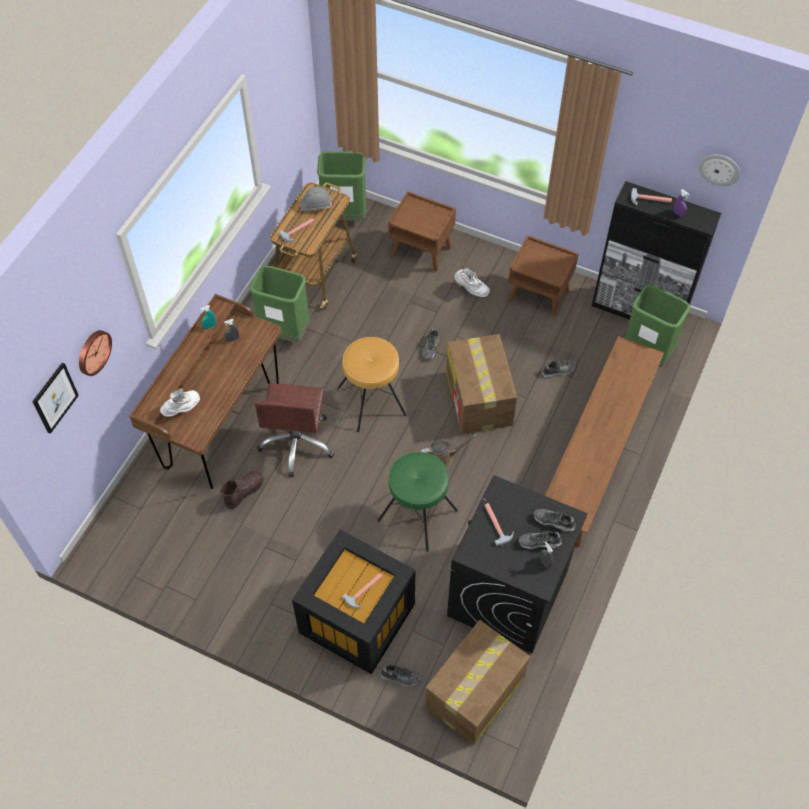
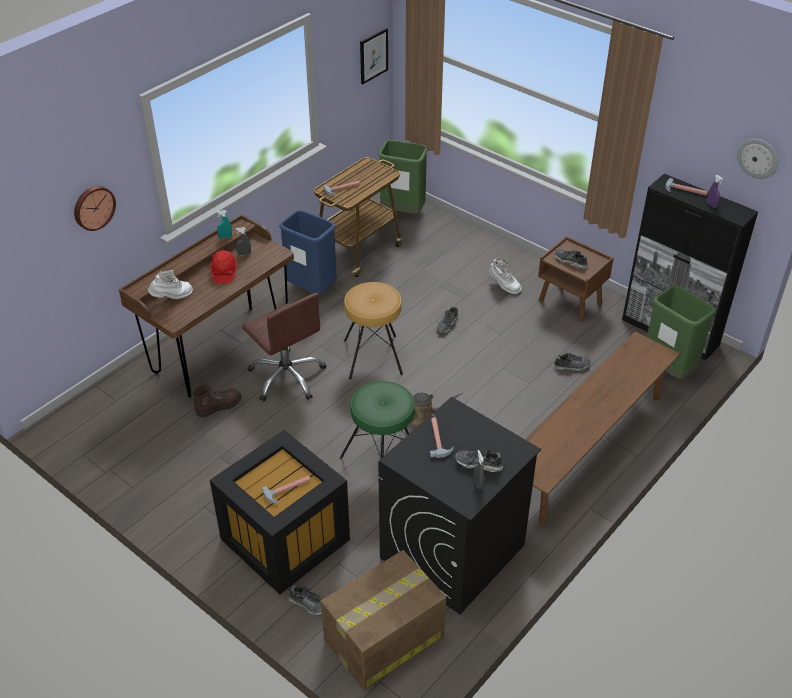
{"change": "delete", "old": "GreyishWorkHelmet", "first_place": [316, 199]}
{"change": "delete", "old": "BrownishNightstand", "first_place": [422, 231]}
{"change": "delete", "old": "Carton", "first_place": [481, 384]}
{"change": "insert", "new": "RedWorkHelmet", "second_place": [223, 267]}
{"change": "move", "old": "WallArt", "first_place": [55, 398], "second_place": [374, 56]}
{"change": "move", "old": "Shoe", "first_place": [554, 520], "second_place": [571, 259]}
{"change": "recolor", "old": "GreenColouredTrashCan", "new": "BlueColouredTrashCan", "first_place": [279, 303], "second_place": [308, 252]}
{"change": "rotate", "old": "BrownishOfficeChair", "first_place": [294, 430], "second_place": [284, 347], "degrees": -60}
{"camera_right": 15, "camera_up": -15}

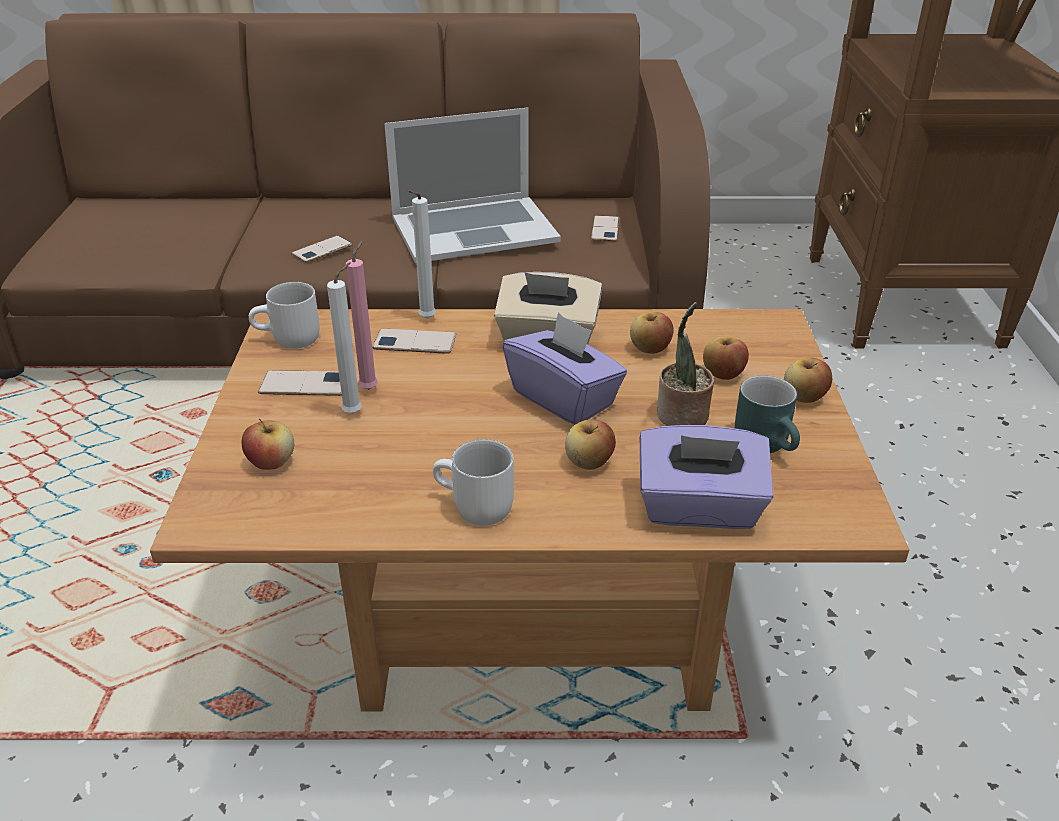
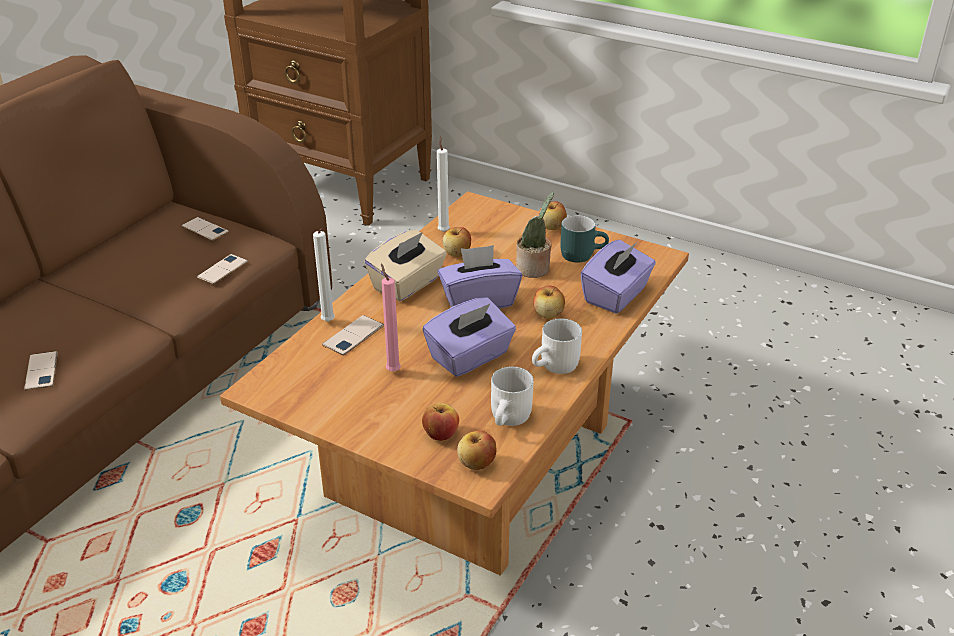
{"change": "delete", "old": "PortableComputer", "first_place": [472, 185]}
{"change": "insert", "new": "PurpleColouredBoxOfTissues", "second_place": [469, 337]}
{"change": "move", "old": "WhiteColouredMug", "first_place": [284, 315], "second_place": [512, 396]}
{"change": "move", "old": "Telephone", "first_place": [300, 383], "second_place": [222, 269]}
{"change": "move", "old": "WhiteColouredCandle", "first_place": [344, 338], "second_place": [443, 184]}
{"change": "move", "old": "WholeApple", "first_place": [726, 358], "second_place": [477, 450]}
{"camera_right": -60, "camera_up": 0}

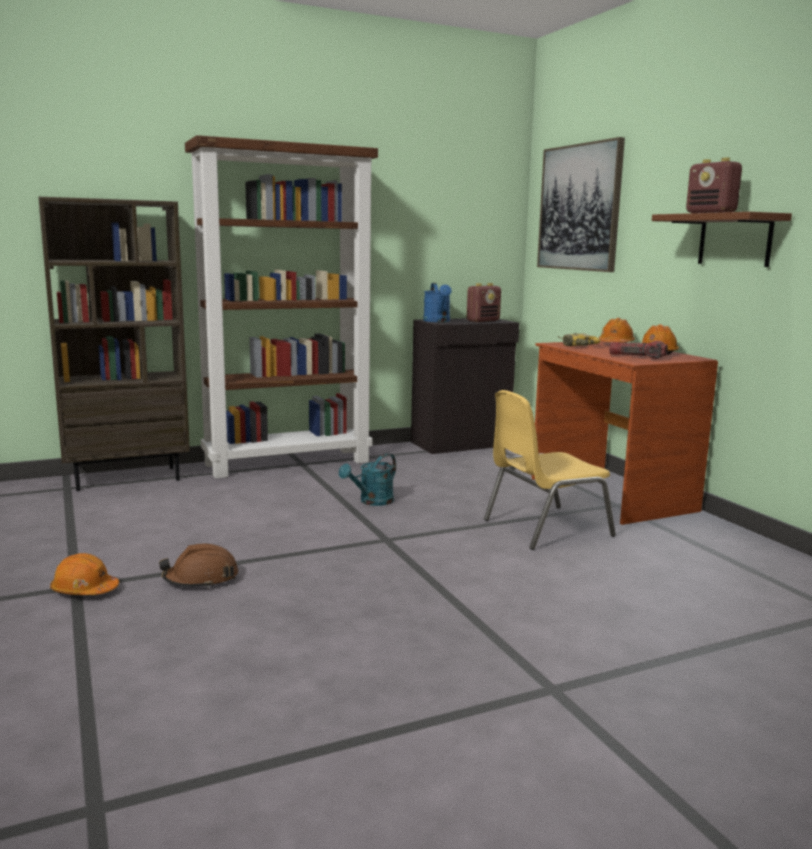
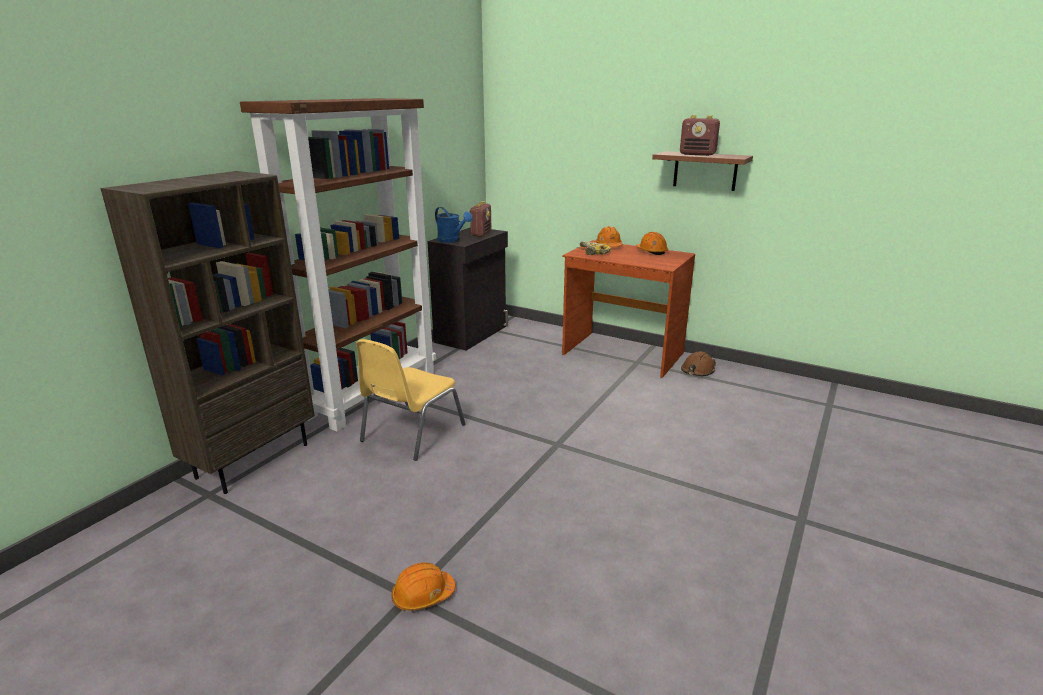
{"change": "delete", "old": "TurquoiseColouredWateringCan", "first_place": [367, 479]}
{"change": "delete", "old": "WallArt", "first_place": [581, 204]}
{"change": "delete", "old": "Flashlight", "first_place": [638, 350]}
{"change": "move", "old": "BrownishWorkHelmet", "first_place": [198, 566], "second_place": [698, 363]}
{"change": "move", "old": "YellowColouredUprightChair", "first_place": [550, 470], "second_place": [410, 400]}
{"camera_right": -35, "camera_up": 10}

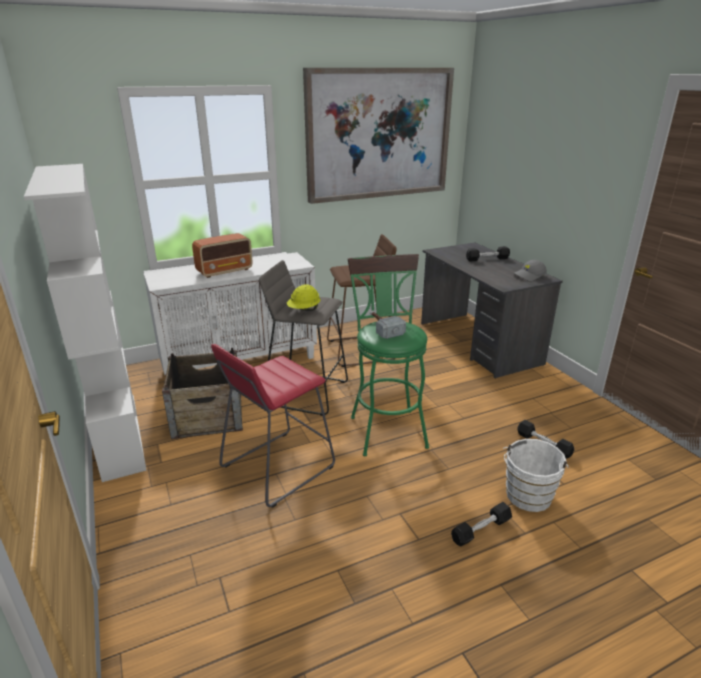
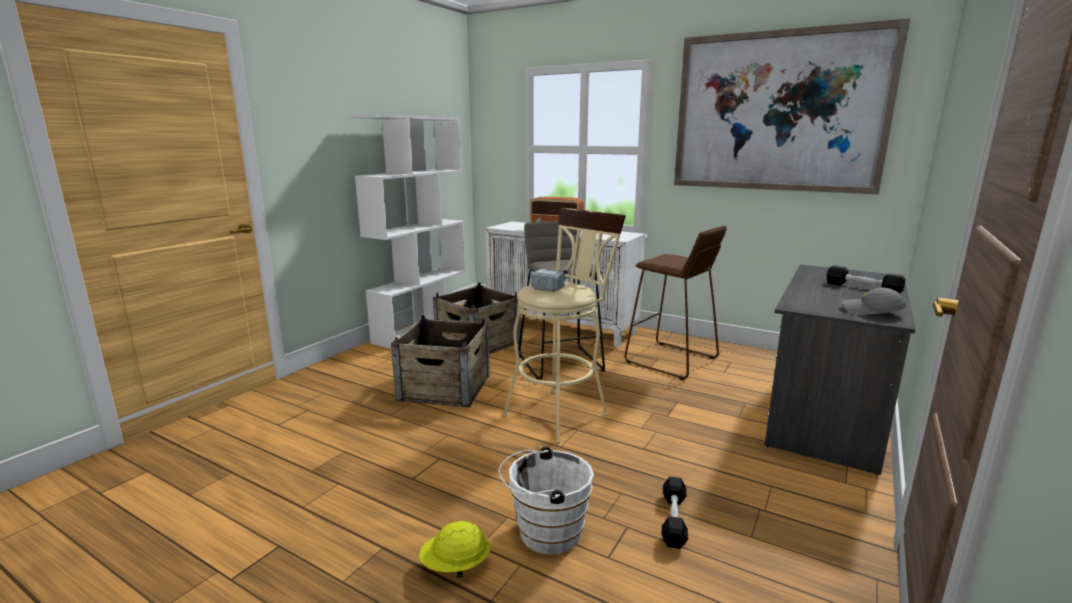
{"change": "delete", "old": "BlackFreeWeight", "first_place": [481, 524]}
{"change": "move", "old": "YellowColouredWorkHelmet", "first_place": [304, 297], "second_place": [455, 549]}
{"change": "replace", "old": "RedStoolSeat", "new": "ShippingCrate", "first_place": [273, 426], "second_place": [440, 361]}
{"change": "recolor", "old": "GreenColouredStoolSeat", "new": "BeigeColouredStoolSeat", "first_place": [388, 355], "second_place": [564, 325]}
{"camera_right": 55, "camera_up": -10}

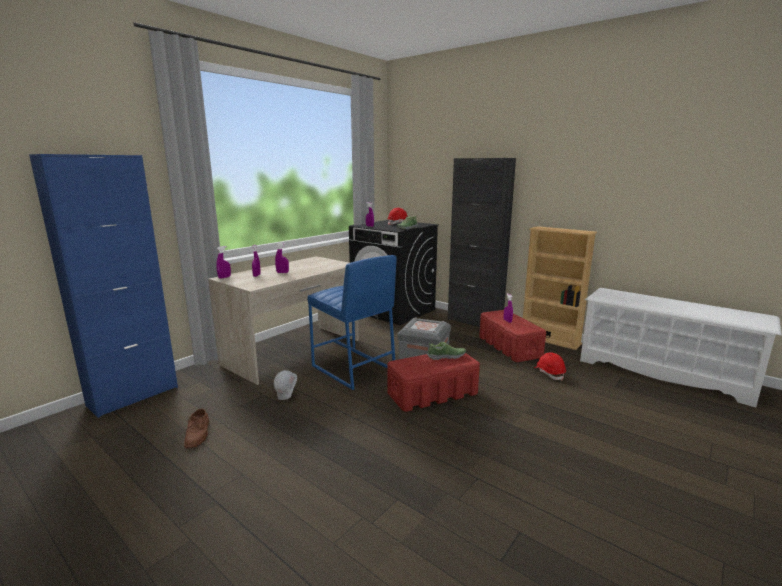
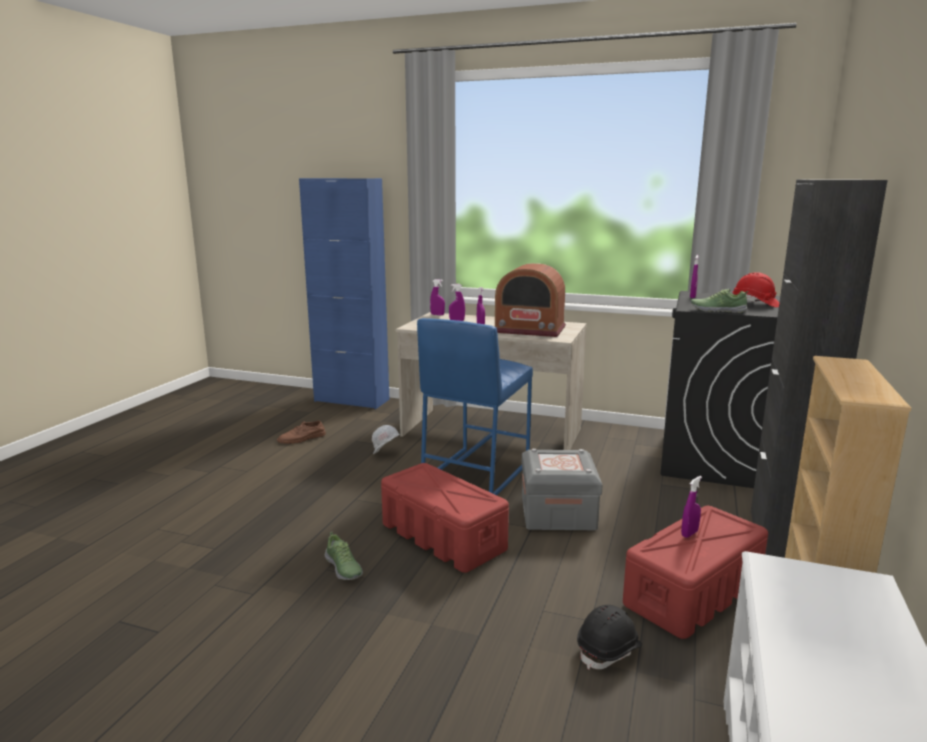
{"change": "insert", "new": "RadioReceiver", "second_place": [530, 300]}
{"change": "move", "old": "Shoe", "first_place": [446, 351], "second_place": [344, 556]}
{"change": "recolor", "old": "RedWorkHelmet", "new": "BlackWorkHelmet", "first_place": [550, 366], "second_place": [609, 637]}
{"camera_right": 70, "camera_up": 0}

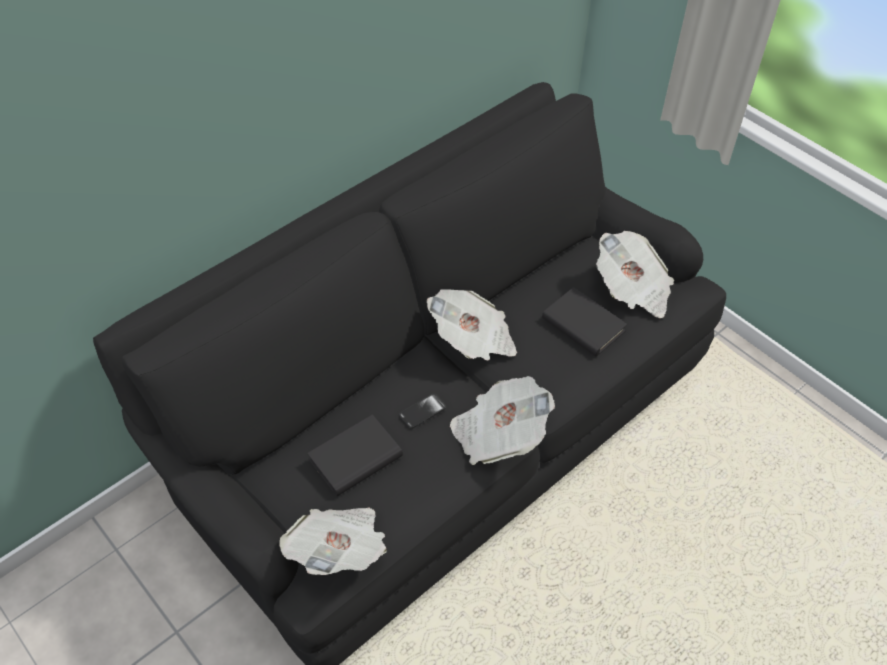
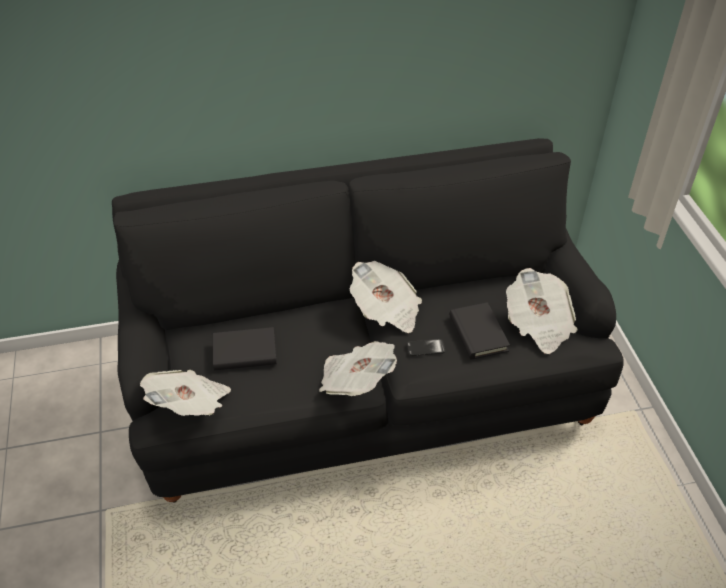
{"change": "move", "old": "Telephone", "first_place": [422, 411], "second_place": [426, 347]}
{"camera_right": 30, "camera_up": -5}

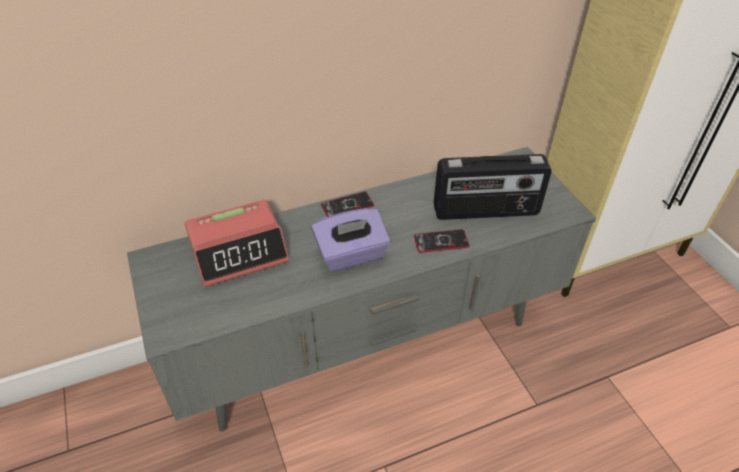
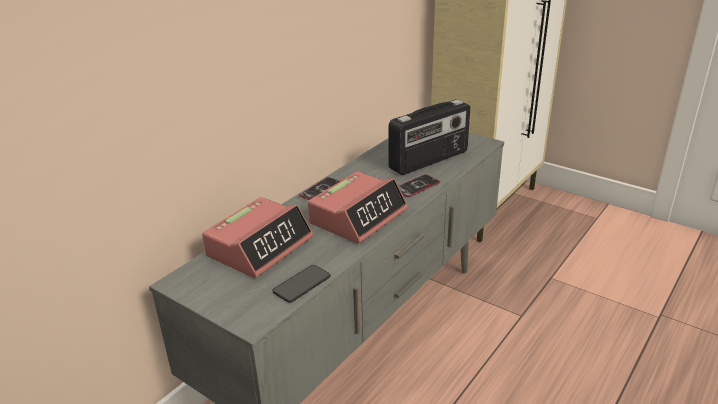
{"change": "insert", "new": "Telephone", "second_place": [301, 284]}
{"change": "replace", "old": "PurpleColouredBoxOfTissues", "new": "BedsideClock", "first_place": [350, 240], "second_place": [358, 207]}
{"camera_right": -30, "camera_up": -15}

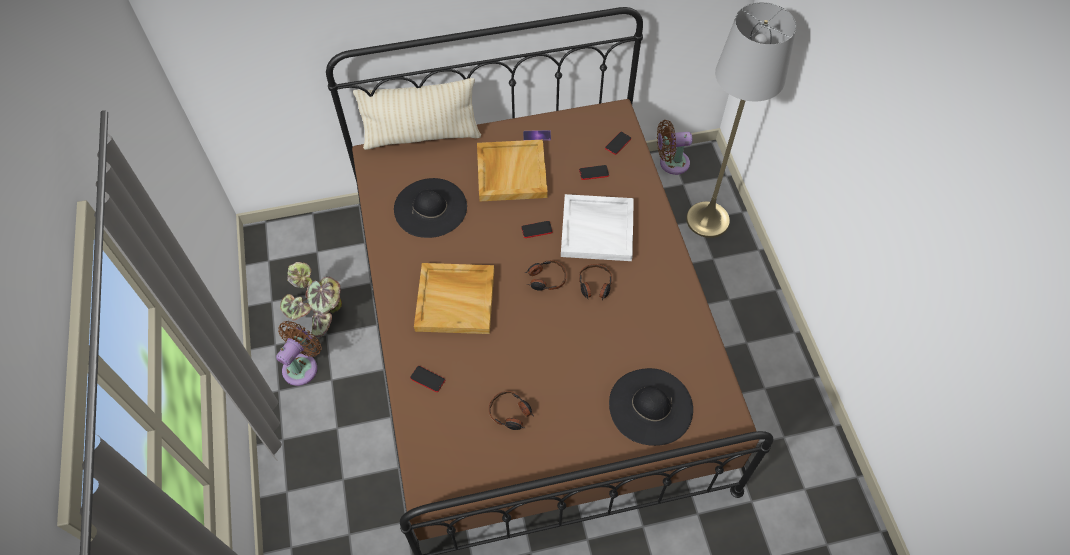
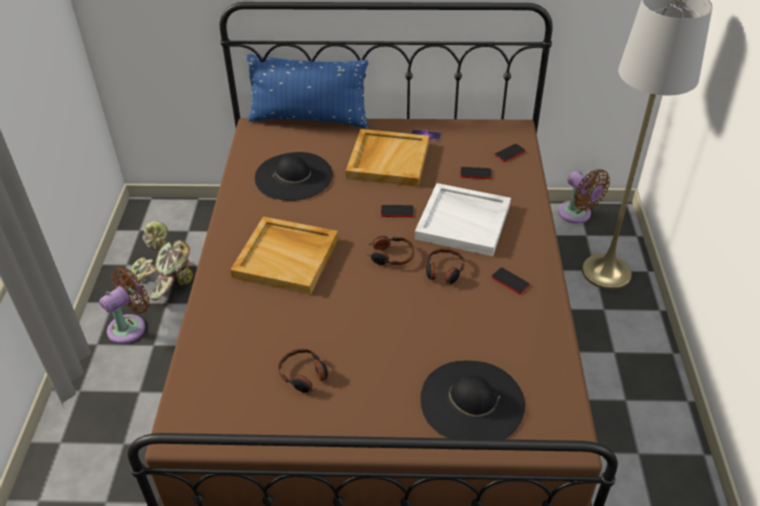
{"change": "move", "old": "Telephone", "first_place": [427, 379], "second_place": [510, 280]}
{"change": "recolor", "old": "BeigeColouredThrowPillow", "new": "BlueColouredThrowPillow", "first_place": [417, 114], "second_place": [307, 91]}
{"change": "rotate", "old": "BrownishFan", "first_place": [674, 147], "second_place": [584, 196], "degrees": -135}
{"camera_right": 15, "camera_up": -15}

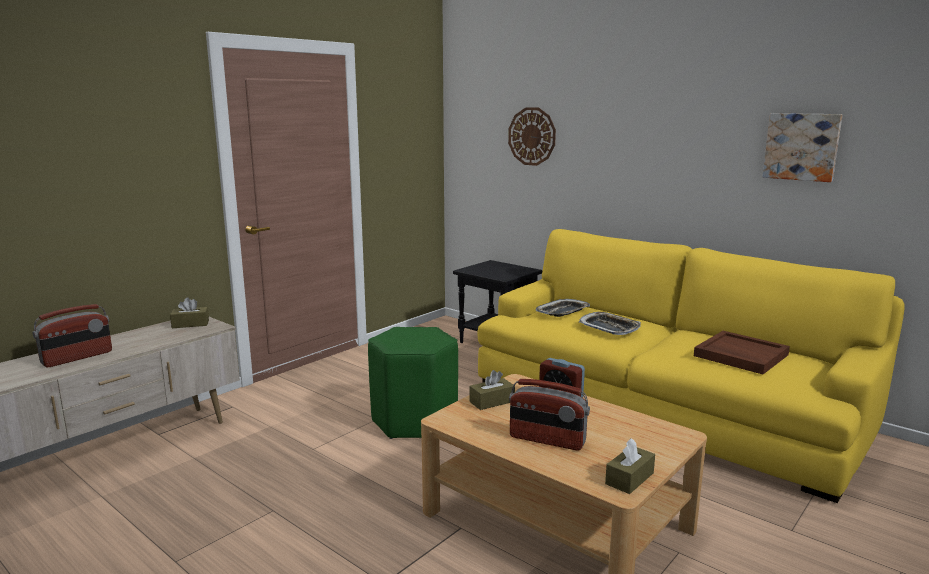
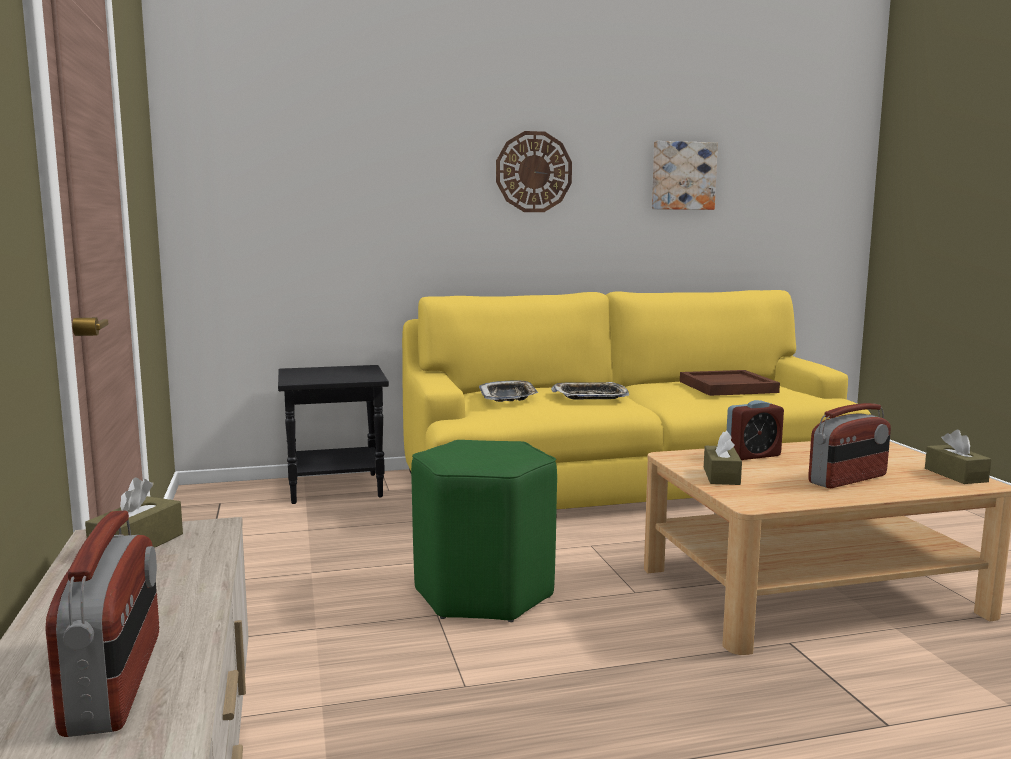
{"change": "move", "old": "WallClock", "first_place": [532, 136], "second_place": [534, 171]}
{"camera_right": -55, "camera_up": -5}

